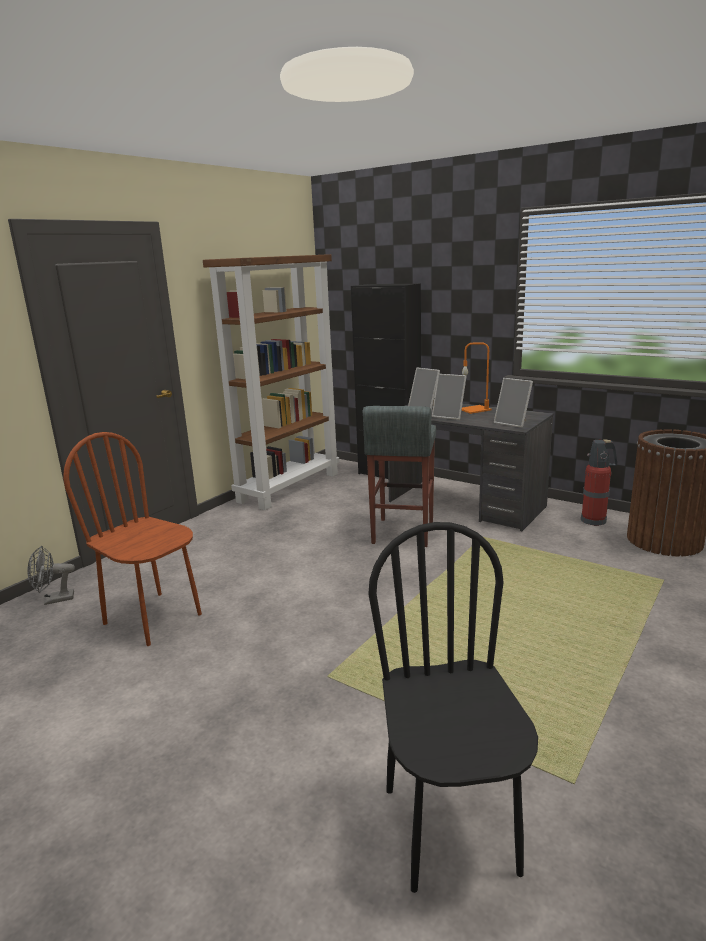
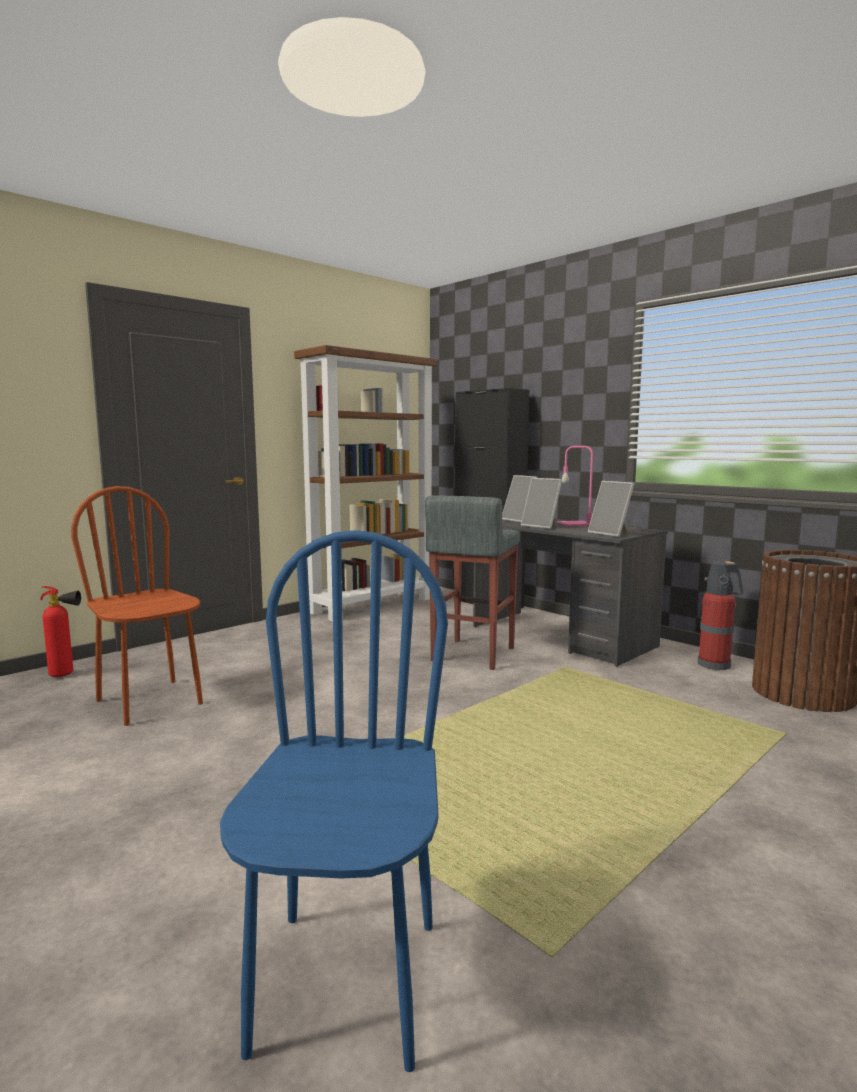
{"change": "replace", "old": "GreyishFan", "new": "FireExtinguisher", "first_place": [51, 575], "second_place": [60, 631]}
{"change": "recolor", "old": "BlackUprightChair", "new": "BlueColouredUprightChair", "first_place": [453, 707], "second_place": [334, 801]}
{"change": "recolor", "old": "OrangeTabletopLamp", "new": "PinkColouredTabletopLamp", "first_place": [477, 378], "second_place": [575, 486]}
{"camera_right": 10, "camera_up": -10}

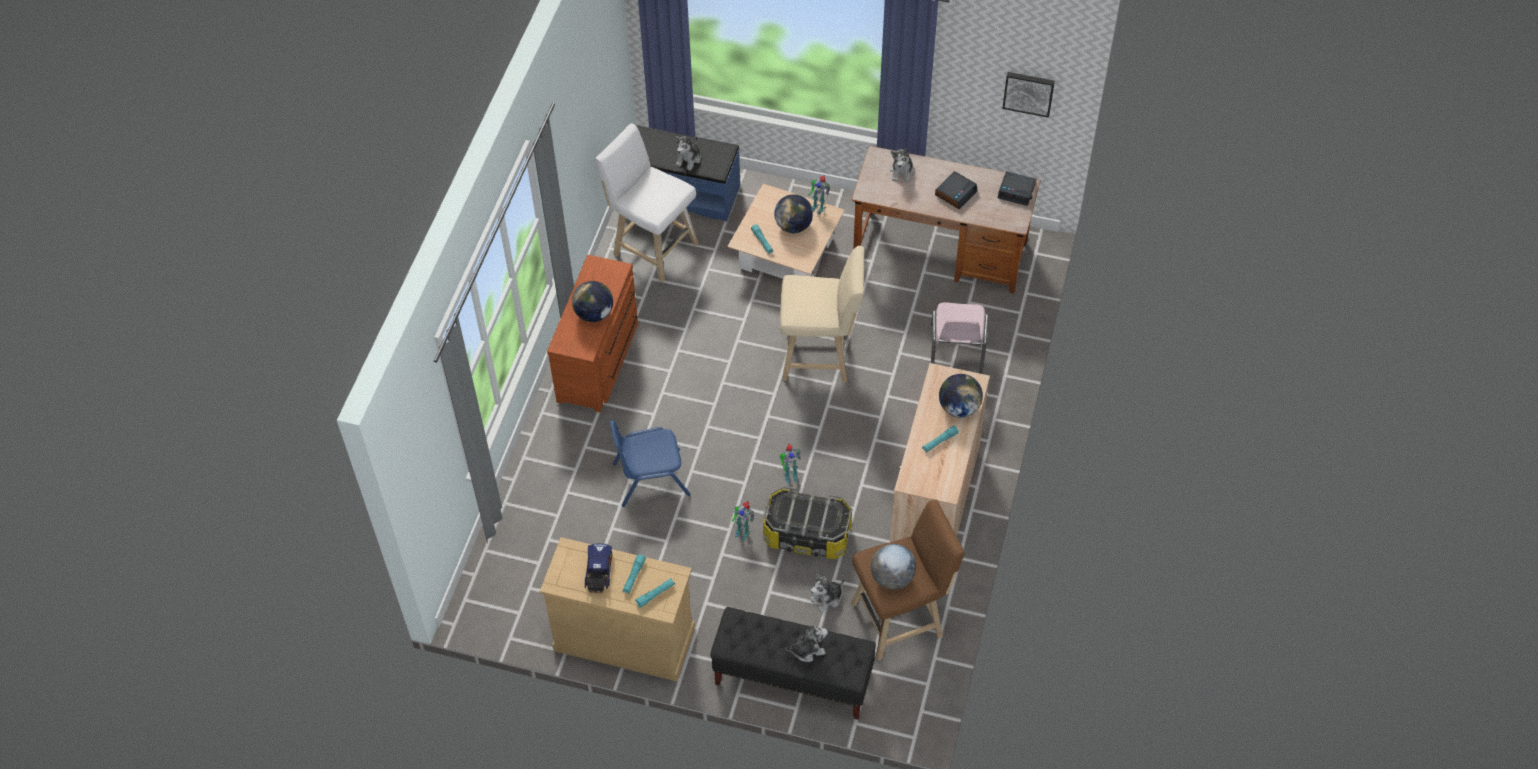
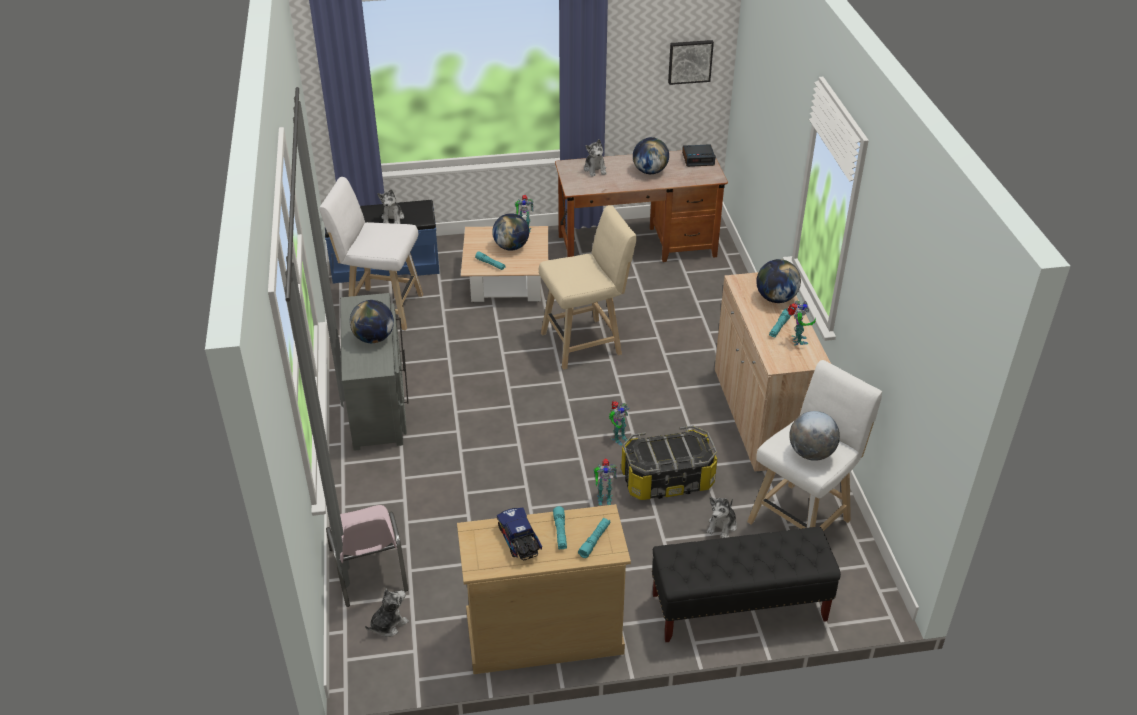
{"change": "delete", "old": "BlueColouredUprightChair", "first_place": [650, 463]}
{"change": "insert", "new": "ToyRobot", "second_place": [801, 323]}
{"change": "move", "old": "PlushToy", "first_place": [806, 643], "second_place": [387, 612]}
{"change": "move", "old": "PinkColouredUprightChair", "first_place": [960, 338], "second_place": [367, 556]}
{"change": "replace", "old": "BedsideClock", "new": "Globe", "first_place": [956, 190], "second_place": [651, 155]}
{"change": "recolor", "old": "BrownishDresser", "new": "GreyishDresser", "first_place": [592, 333], "second_place": [374, 372]}
{"change": "recolor", "old": "BrownishStoolSeat", "new": "WhiteColouredStoolSeat", "first_place": [908, 579], "second_place": [814, 445]}
{"camera_right": -25, "camera_up": -15}

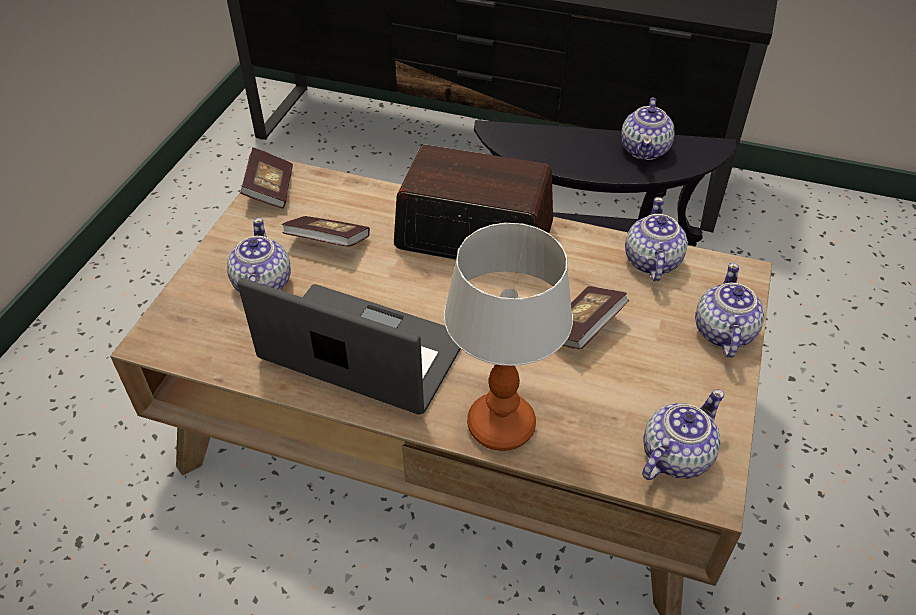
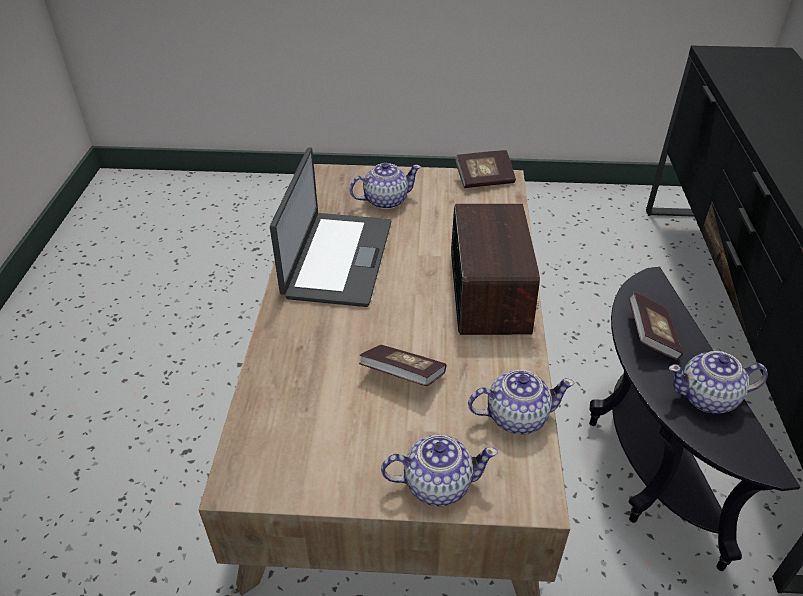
{"change": "delete", "old": "TabletopLamp", "first_place": [508, 337]}
{"change": "delete", "old": "TeaPot", "first_place": [683, 434]}
{"change": "move", "old": "BoundBook", "first_place": [326, 231], "second_place": [656, 325]}
{"camera_right": 75, "camera_up": -5}

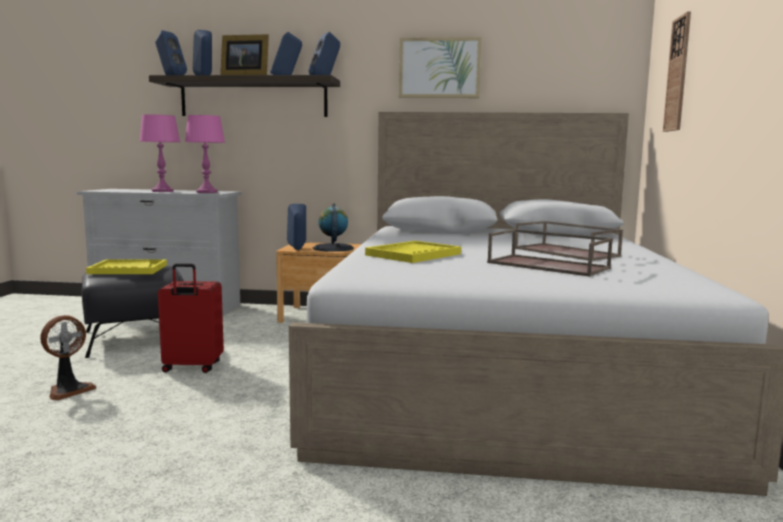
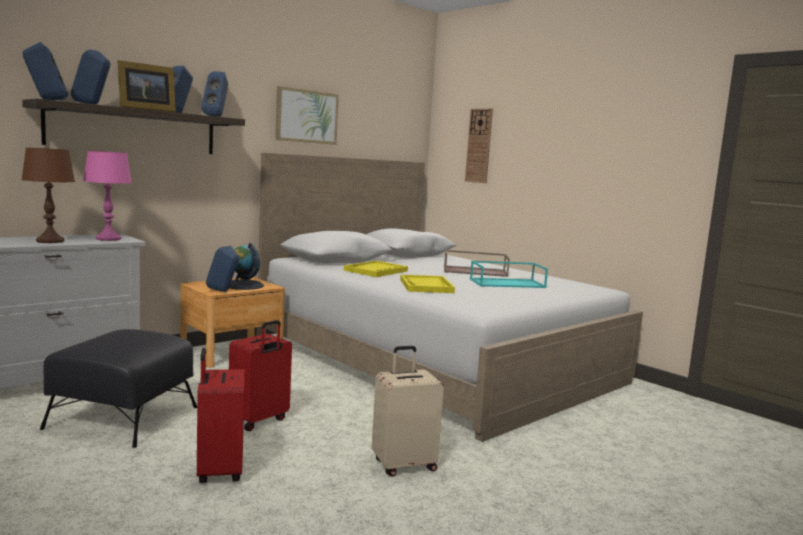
{"change": "insert", "new": "BeigeColouredPieceOfLuggage", "second_place": [408, 411]}
{"change": "move", "old": "YellowColouredServingTray", "first_place": [126, 266], "second_place": [376, 269]}
{"change": "replace", "old": "Fan", "new": "RedPieceOfLuggage", "first_place": [68, 357], "second_place": [221, 415]}
{"change": "recolor", "old": "PinkColouredTabletopLamp", "new": "BrownishTabletopLamp", "first_place": [160, 153], "second_place": [48, 195]}
{"change": "recolor", "old": "BrownishServingTray", "new": "TurquoiseColouredServingTray", "first_place": [550, 253], "second_place": [509, 274]}
{"camera_right": -50, "camera_up": 0}

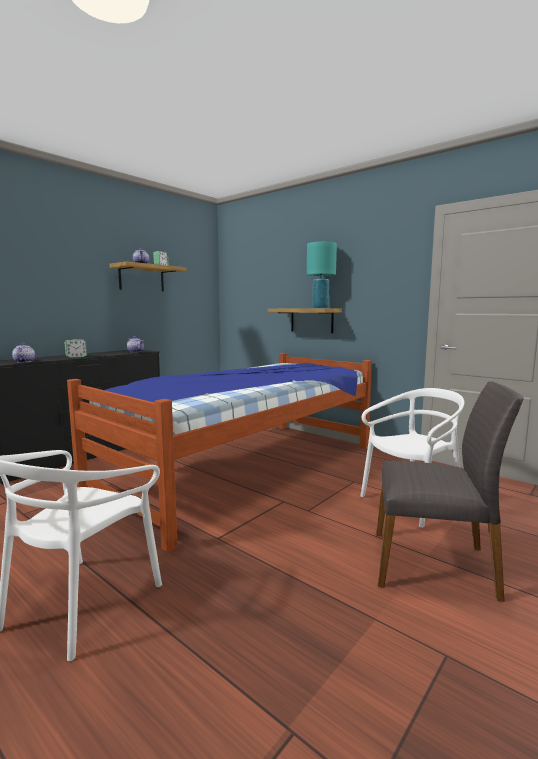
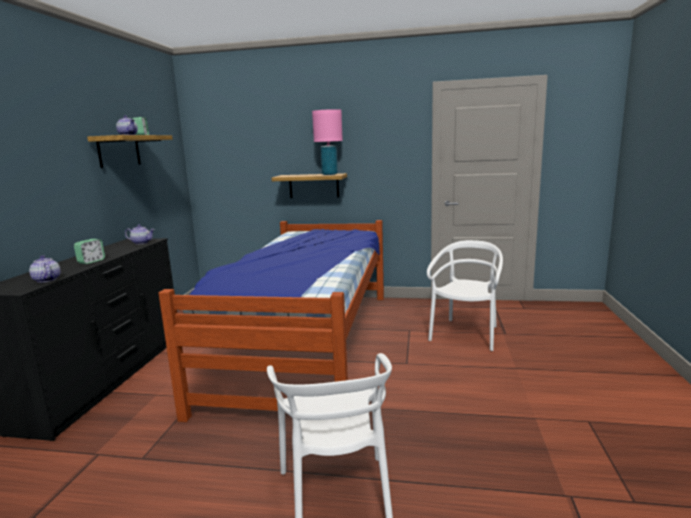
{"change": "delete", "old": "GreyishUprightChair", "first_place": [450, 491]}
{"change": "recolor", "old": "TurquoiseColouredTabletopLamp", "new": "PinkColouredTabletopLamp", "first_place": [322, 274], "second_place": [327, 142]}
{"camera_right": -30, "camera_up": 5}

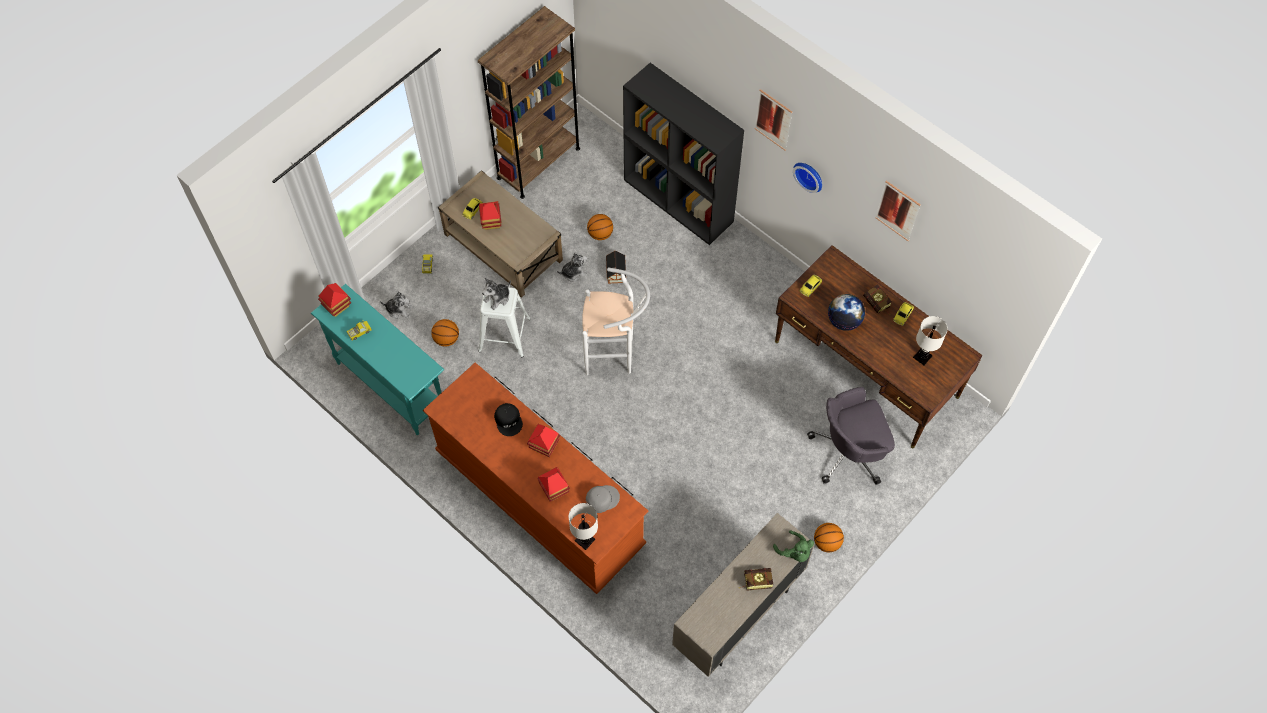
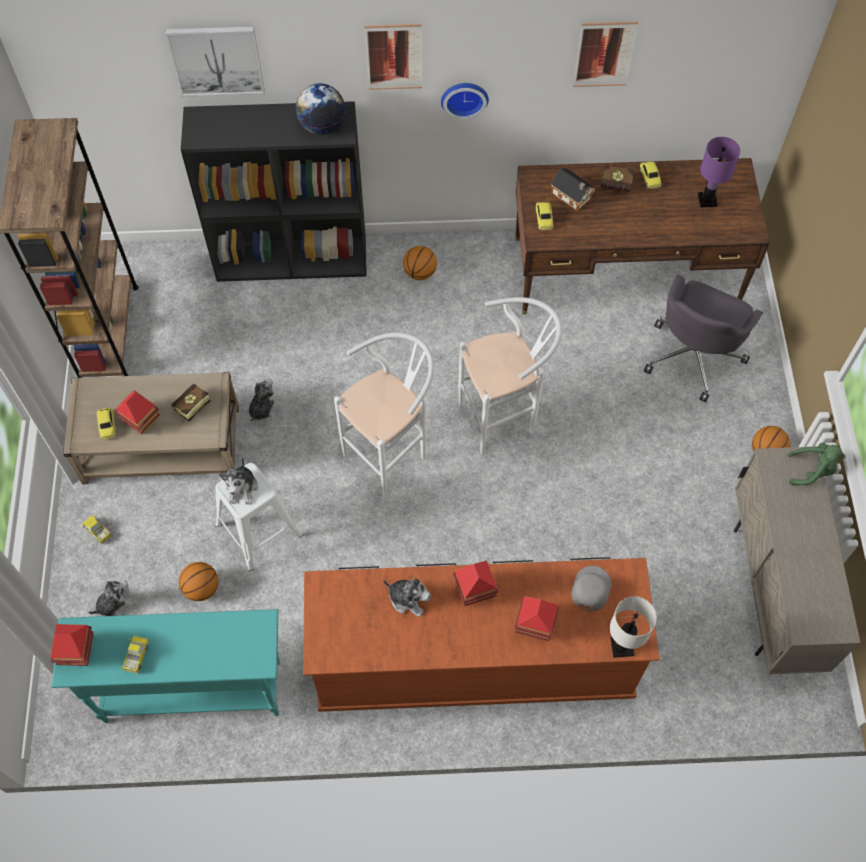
{"change": "insert", "new": "WallArt", "second_place": [215, 62]}
{"change": "insert", "new": "WhiteColouredStoolSeat", "second_place": [510, 375]}
{"change": "move", "old": "BasketballBall", "first_place": [600, 227], "second_place": [420, 263]}
{"change": "move", "old": "ToyHouse", "first_place": [616, 267], "second_place": [573, 190]}
{"change": "move", "old": "BoundBook", "first_place": [756, 579], "second_place": [191, 405]}
{"change": "move", "old": "Globe", "first_place": [846, 312], "second_place": [320, 109]}
{"change": "replace", "old": "BlackPeakedCap", "new": "PlushToy", "first_place": [508, 419], "second_place": [407, 597]}
{"change": "recolor", "old": "WhiteColouredTabletopLamp", "new": "PurpleColouredTabletopLamp", "first_place": [930, 340], "second_place": [719, 172]}
{"camera_right": -45, "camera_up": 0}

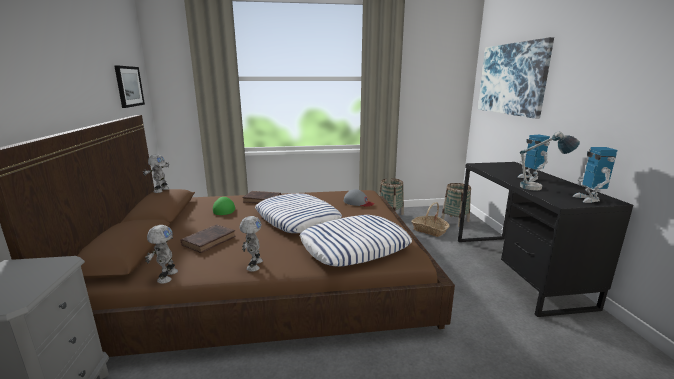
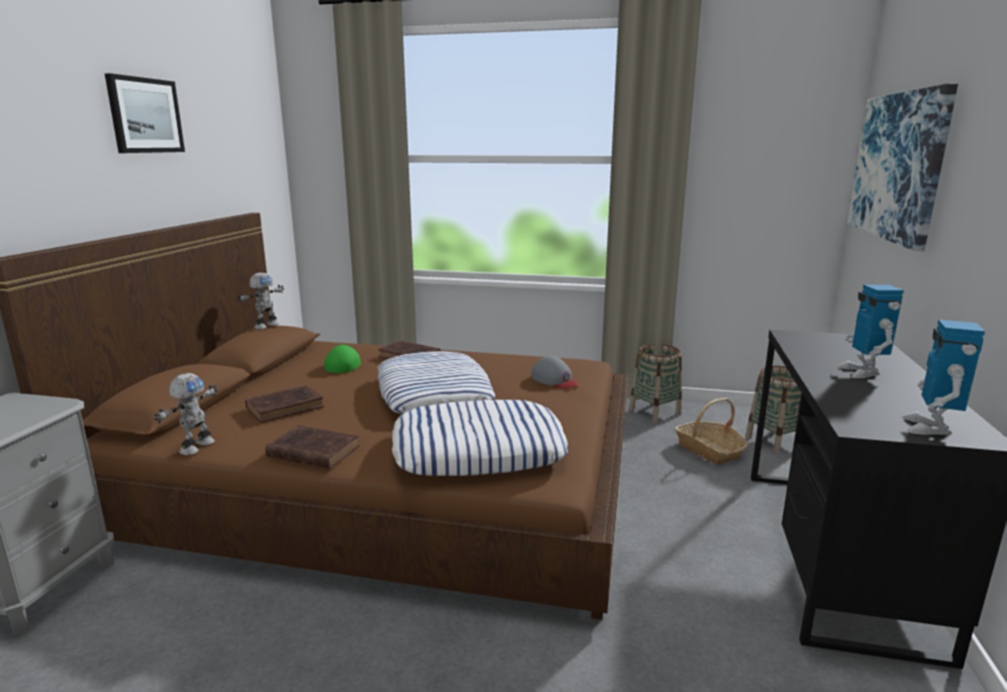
{"change": "delete", "old": "TabletopLamp", "first_place": [550, 160]}
{"change": "move", "old": "WallArt", "first_place": [129, 86], "second_place": [145, 113]}
{"change": "replace", "old": "ToyRobot", "new": "BrownishBoundBook", "first_place": [251, 243], "second_place": [312, 447]}
{"camera_right": 20, "camera_up": 0}

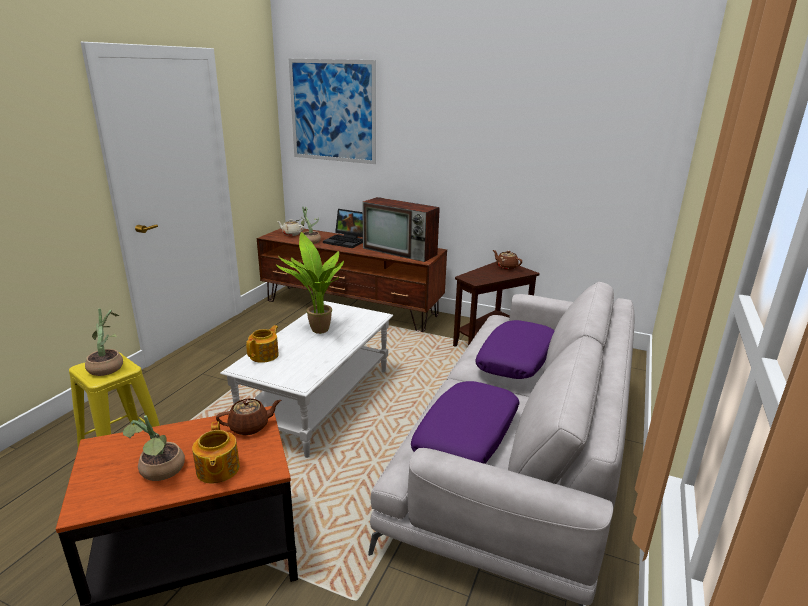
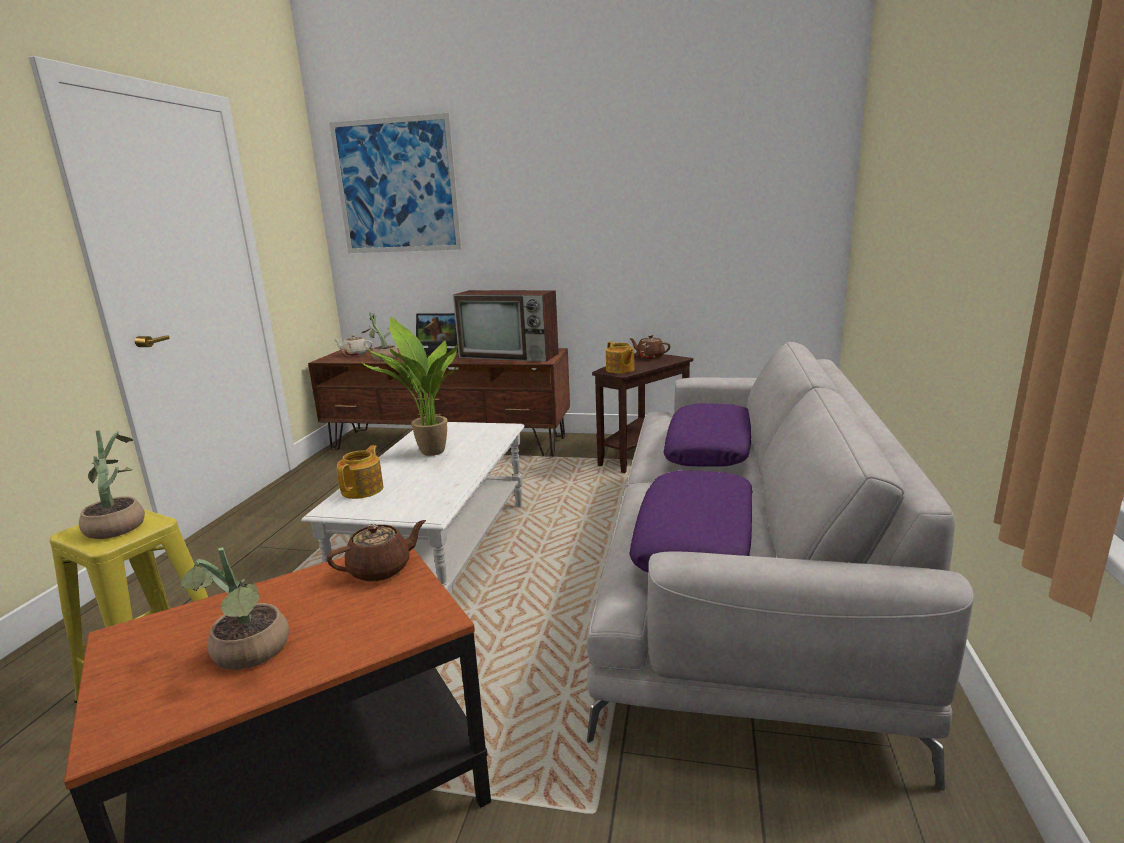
{"change": "move", "old": "TeaPot", "first_place": [216, 452], "second_place": [620, 357]}
{"camera_right": -10, "camera_up": -5}

